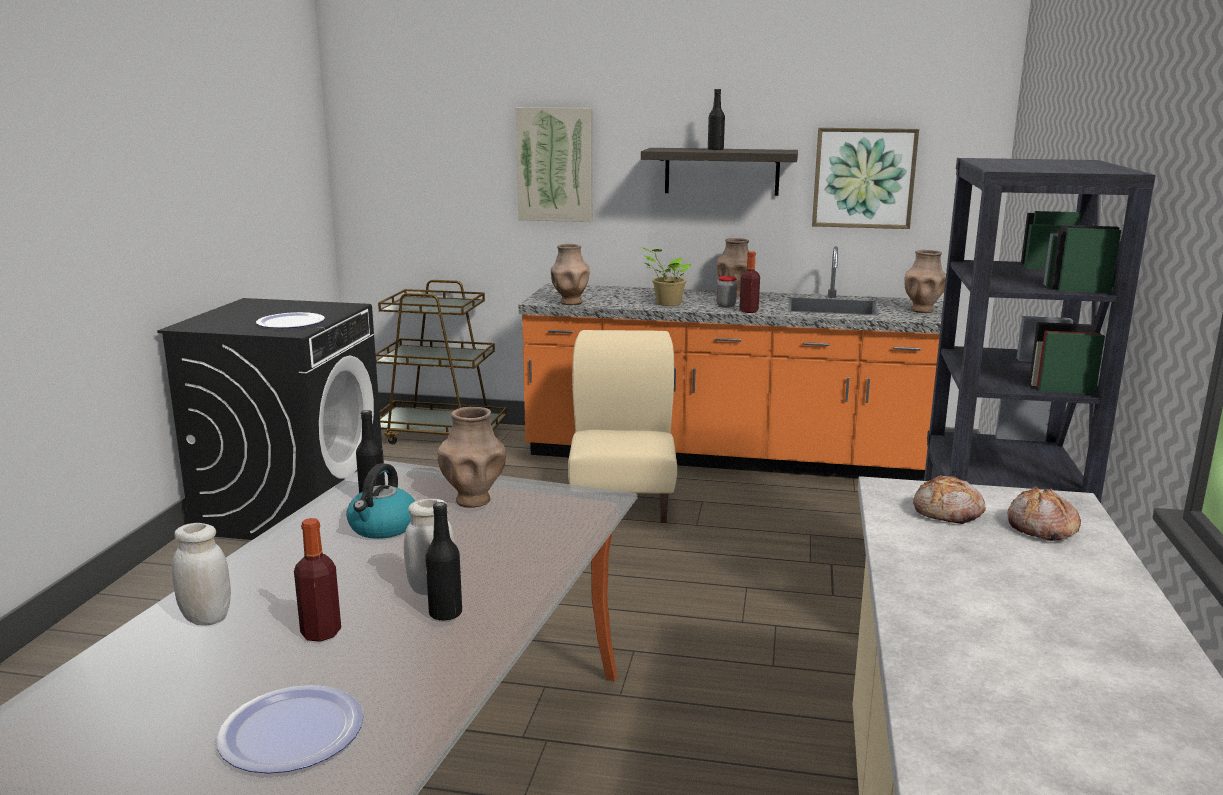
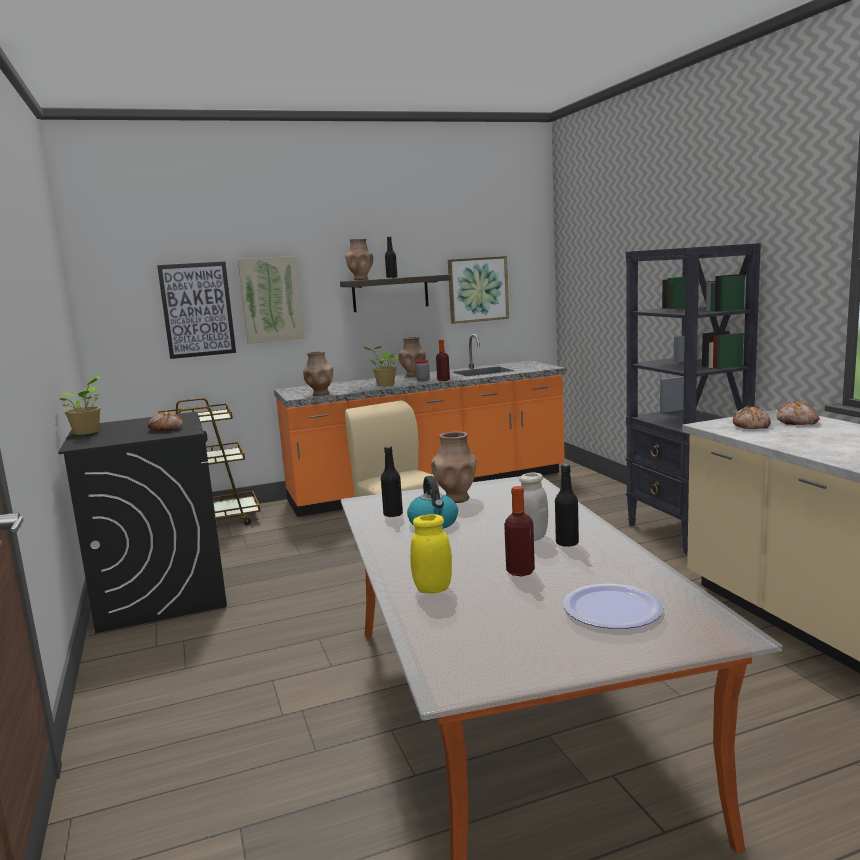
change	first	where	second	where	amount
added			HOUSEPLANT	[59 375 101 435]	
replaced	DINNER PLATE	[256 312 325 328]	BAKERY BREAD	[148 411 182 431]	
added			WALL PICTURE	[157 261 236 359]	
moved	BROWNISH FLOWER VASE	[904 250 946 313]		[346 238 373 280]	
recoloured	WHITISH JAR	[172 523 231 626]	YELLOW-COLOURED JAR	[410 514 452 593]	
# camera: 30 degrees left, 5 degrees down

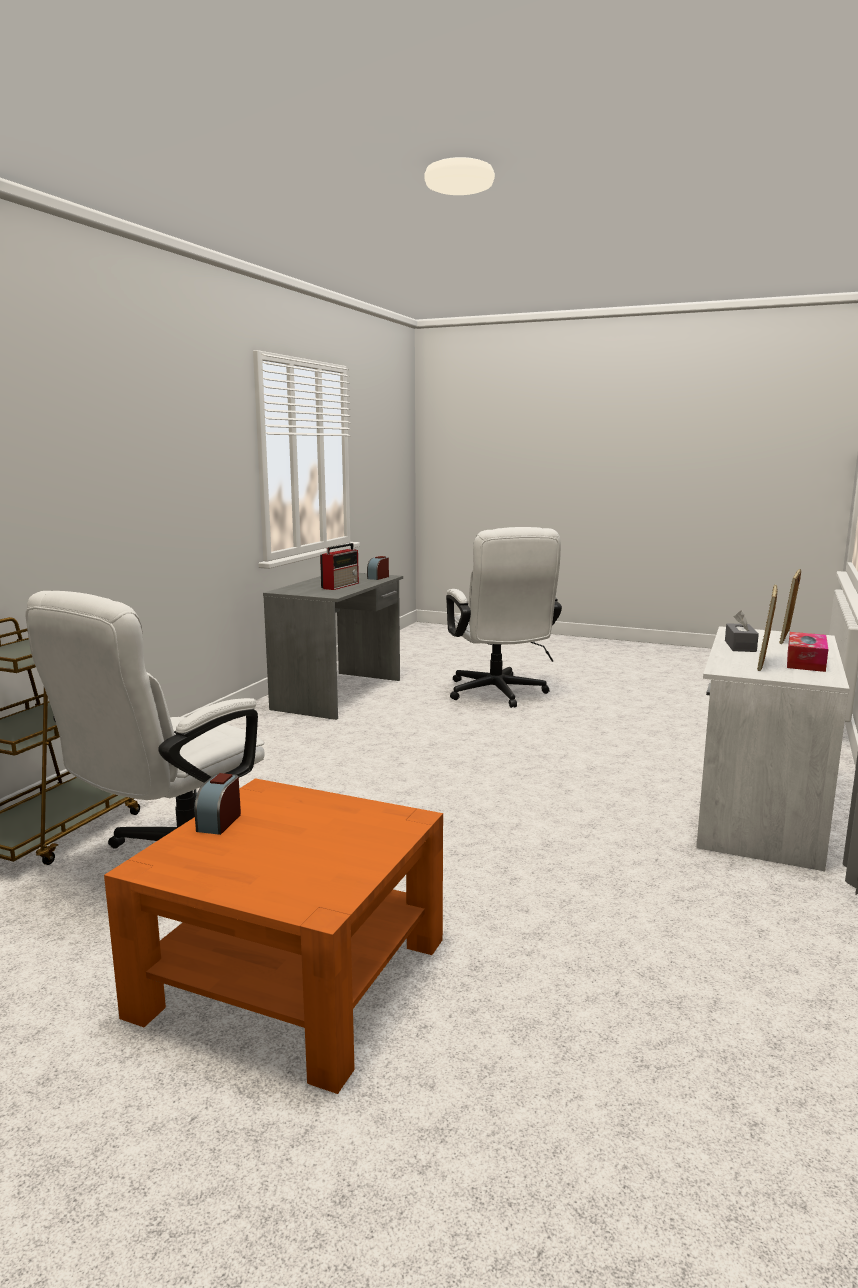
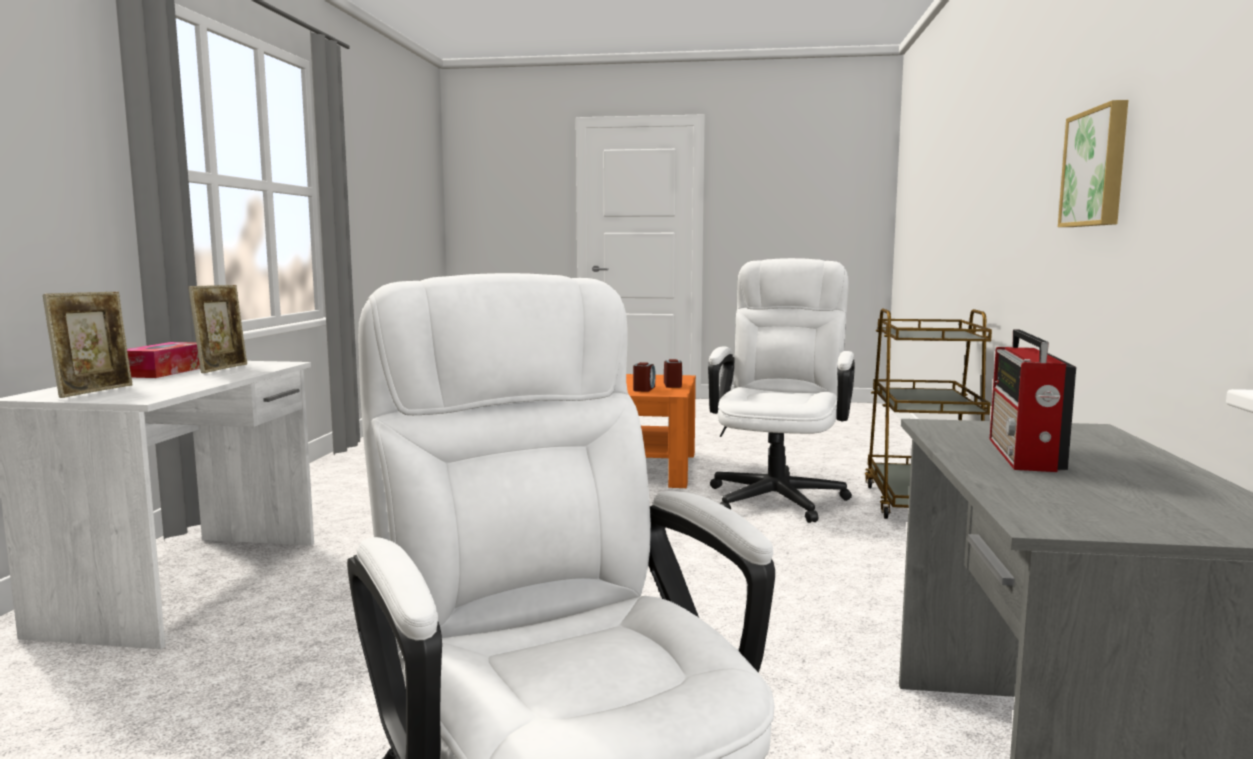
change	first	where	second	where	amount
moved	ALARM CLOCK	[367 556 389 580]		[633 362 656 392]	
added			WALL PICTURE	[1058 100 1128 227]	
removed	GREY TISSUE BOX	[725 610 759 652]			
# camera: 165 degrees right, 5 degrees down

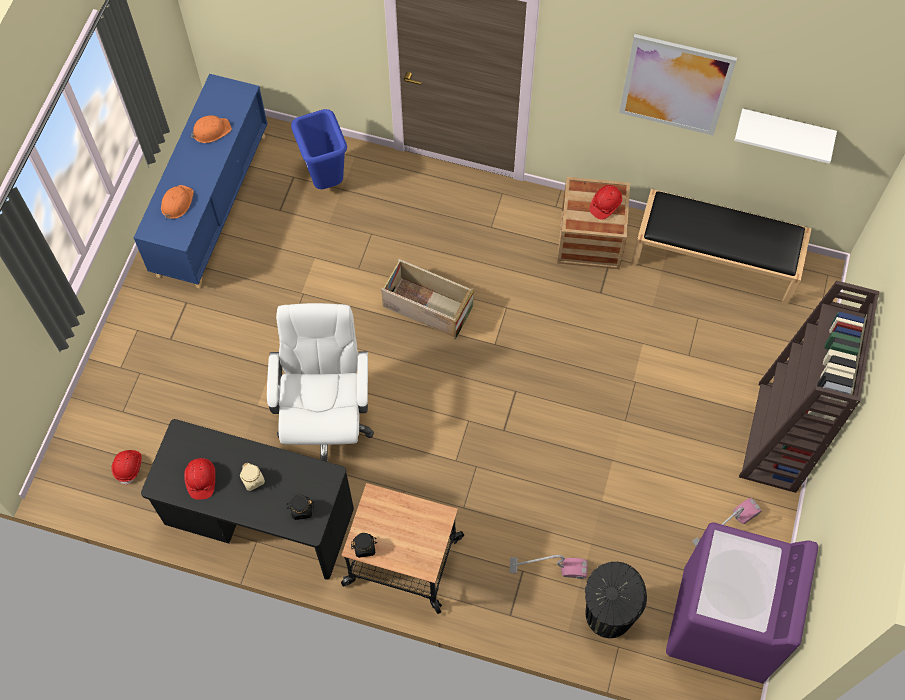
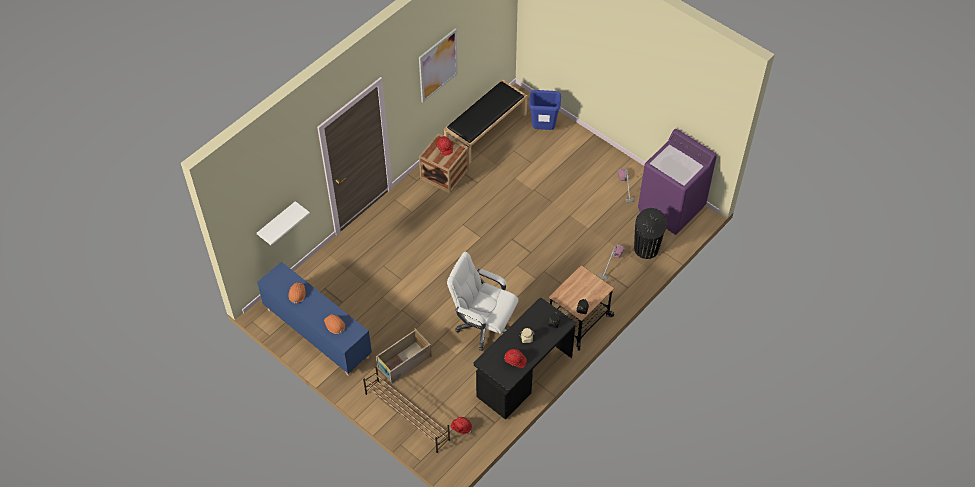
change	first	where	second	where	amount
moved	WHITISH SHELF	[734 109 837 164]		[257 201 310 245]	
added			BROWNISH SHOE STAND	[363 367 450 453]	
moved	SHIPPING CRATE	[381 259 474 340]		[376 328 432 384]	
moved	BLUE-COLOURED RUBBISH BIN	[291 109 347 189]		[529 90 561 130]	
removed	BROWNISH BOOKSHELF	[739 281 880 493]			
# camera: 65 degrees left, 10 degrees down

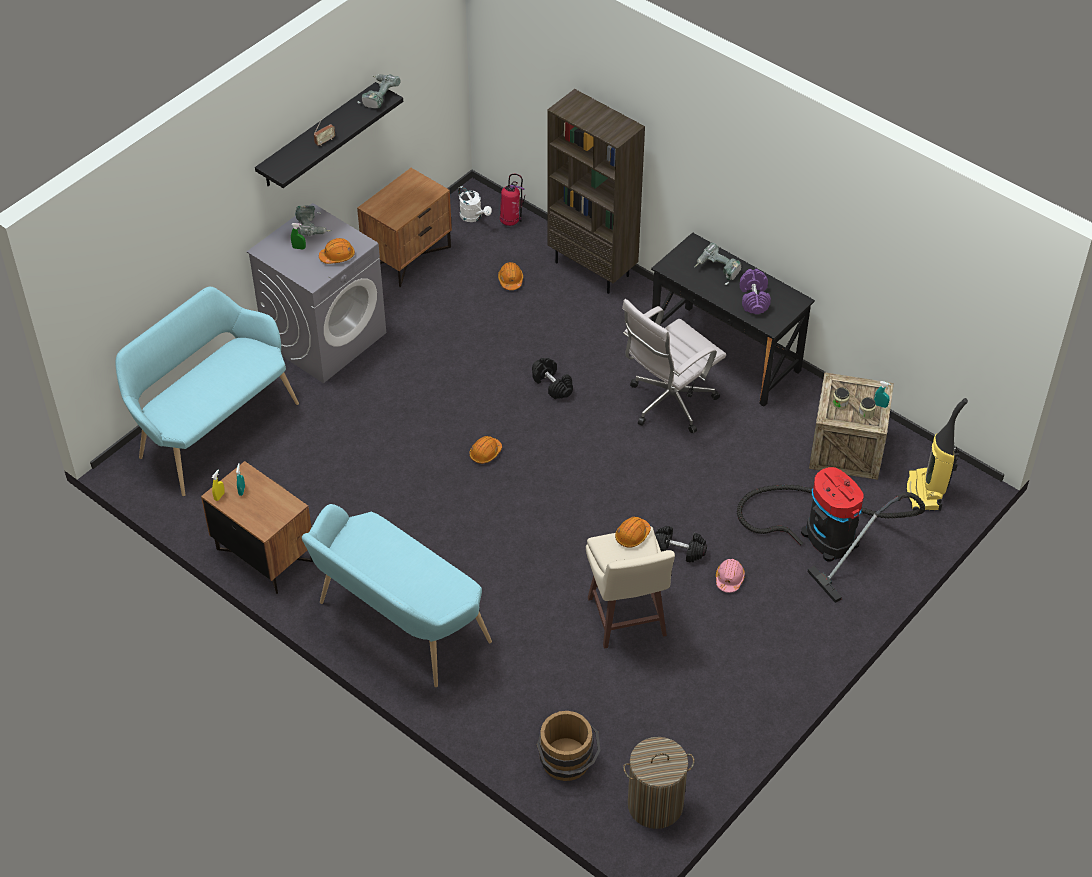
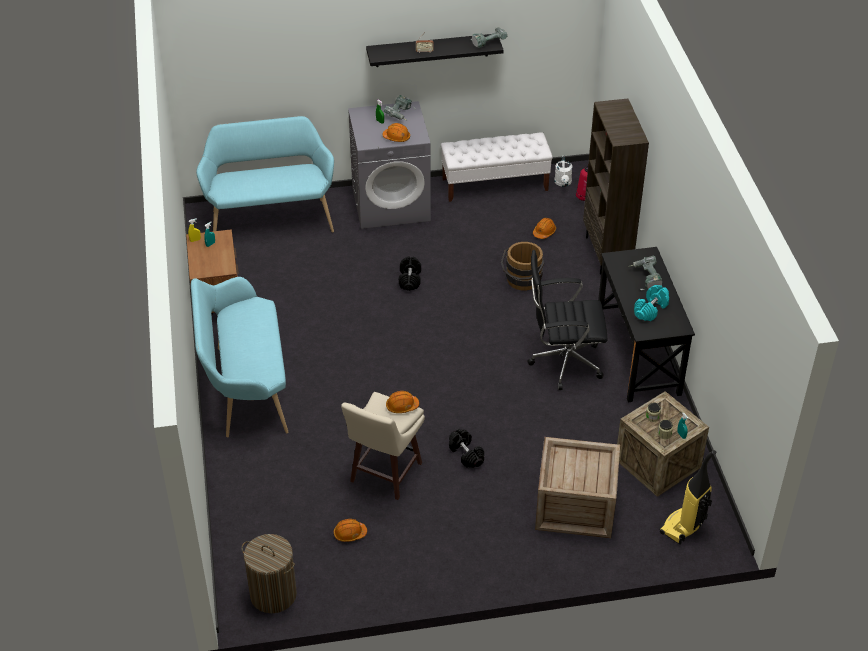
change	first	where	second	where	amount
moved	ORANGEY SAFETY HELMET	[469 436 502 464]		[334 519 367 542]	
moved	BLACKISH HAND WEIGHT	[532 358 573 399]		[399 256 421 291]	
replaced	BROWNISH BEDSIDE TABLE	[357 168 452 287]	WHITISH BENCH	[441 132 553 202]	
moved	BROWNISH PAIL	[537 711 601 781]		[501 242 544 291]	
recoloured	WHITISH OFFICE CHAIR	[622 299 726 434]	BLACKISH OFFICE CHAIR	[527 250 608 390]	
replaced	VACUUM	[737 467 925 603]	SHIPPING CRATE	[535 437 620 538]	
recoloured	PURPLE-COLOURED HAND WEIGHT	[740 269 771 314]	BLUE-GREEN HAND WEIGHT	[634 285 669 321]	
removed	PINKISH SAFETY HELMET	[716 559 745 593]			
# camera: 40 degrees right, 5 degrees down

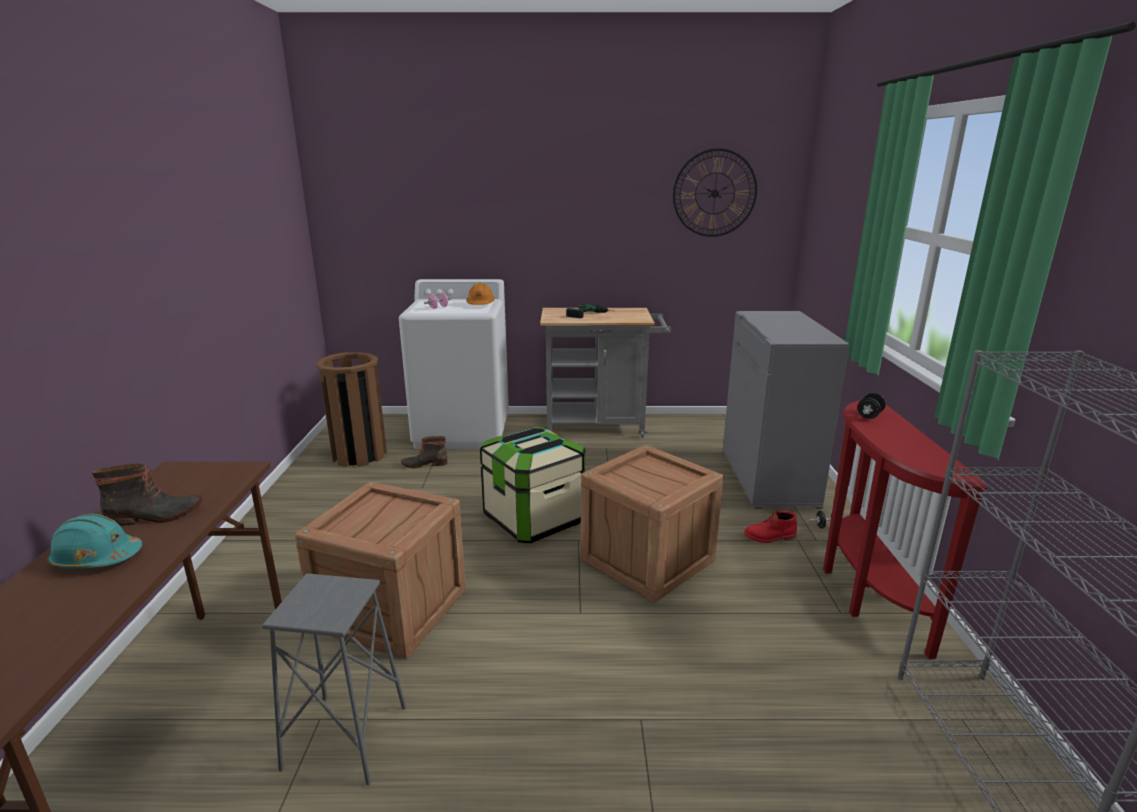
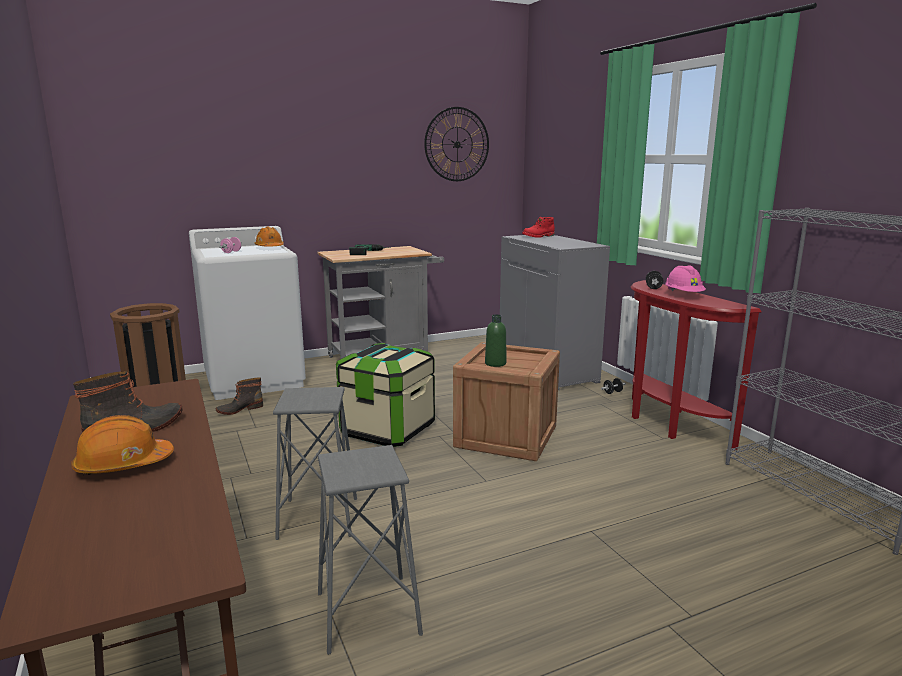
change	first	where	second	where	amount
recoloured	BLUE-GREEN SAFETY HELMET	[47 514 142 569]	ORANGEY SAFETY HELMET	[71 415 174 475]	
replaced	SHIPPING CRATE	[295 482 466 659]	GREY SITTING STOOL	[273 387 357 540]	
added			GREEN BOTTLE	[485 314 507 367]	
moved	RED HIGH-TOP BOOT	[744 511 797 543]		[522 217 555 238]	
added			PINKISH SAFETY HELMET	[665 265 706 292]	
# camera: 25 degrees left, 5 degrees down

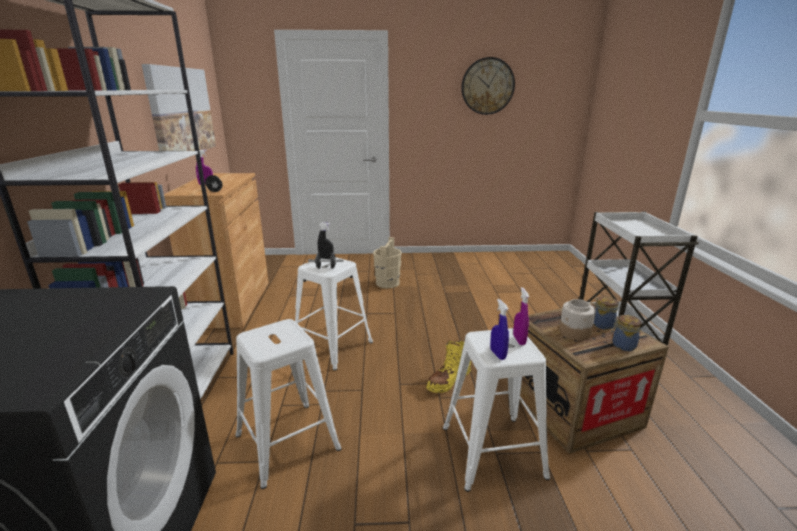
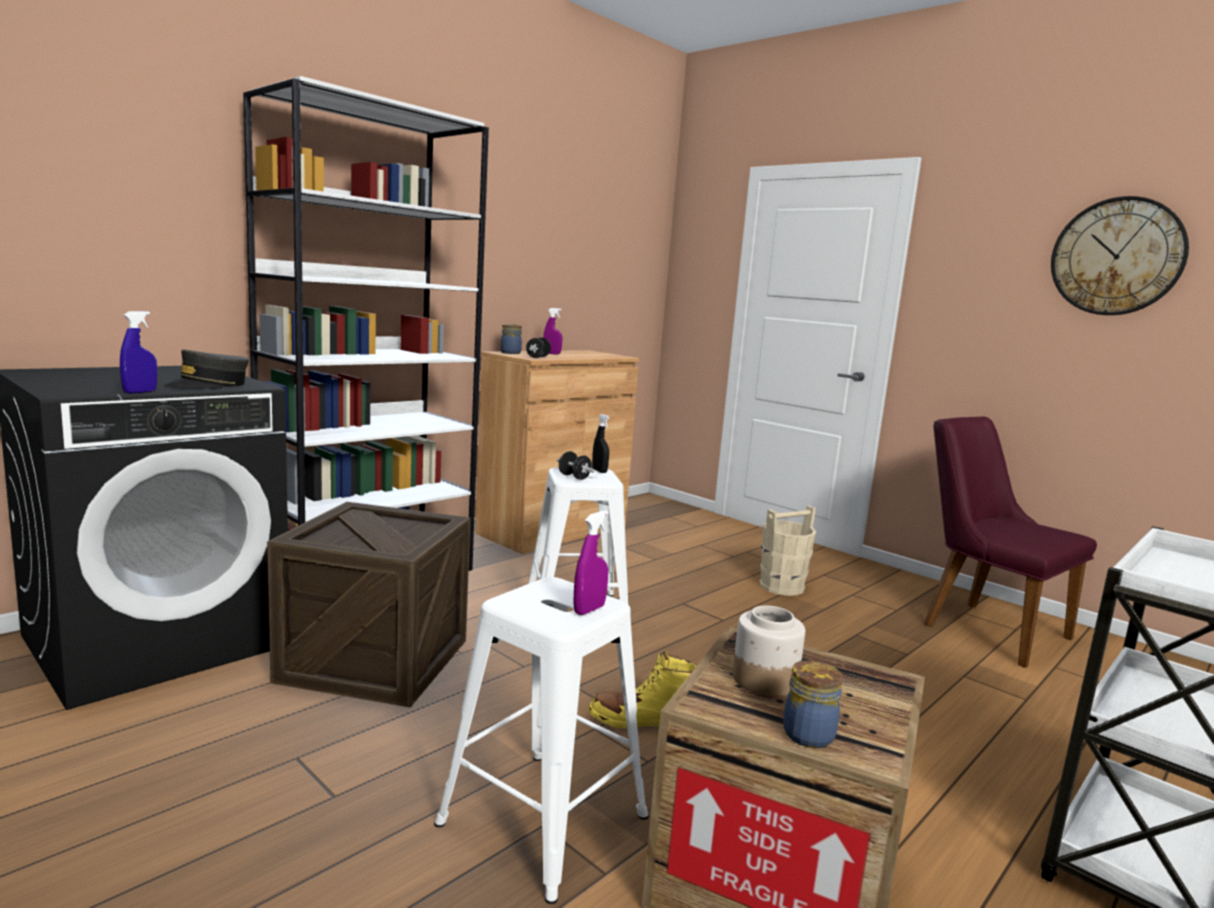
change	first	where	second	where	amount
moved	BLUE-COLOURED SPRAY BOTTLE	[490 299 509 360]		[120 311 157 394]	
added			GREY CAP	[163 350 249 389]	
replaced	WHITISH SITTING STOOL	[236 319 342 489]	SHIPPING CRATE	[267 502 470 708]	
moved	JAR	[594 296 619 330]		[501 324 522 354]	
added			PURPLE-COLOURED UPRIGHT CHAIR	[924 417 1097 668]	
removed	WALL PICTURE	[142 64 216 151]			
# camera: 45 degrees right, 10 degrees down

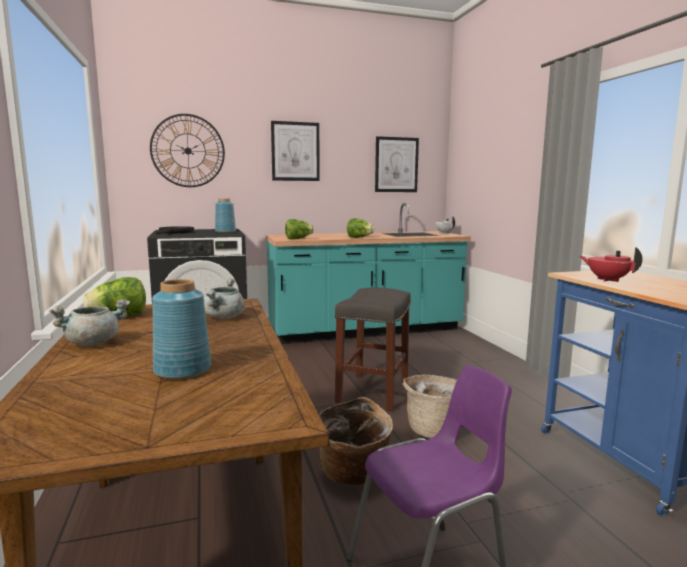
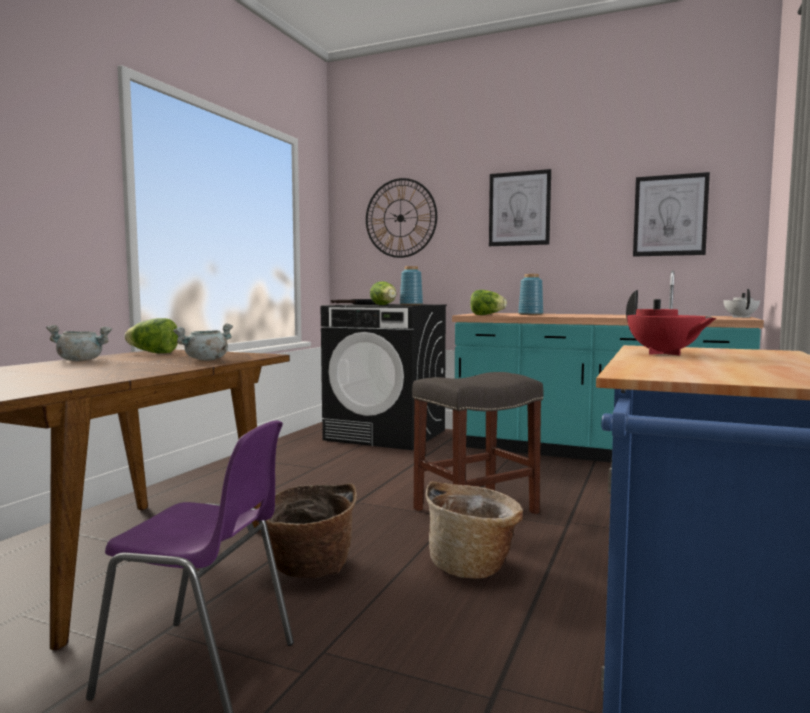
change	first	where	second	where	amount
moved	LETTUCE HEAD	[347 218 374 238]		[370 281 397 305]	
moved	BLUE-COLOURED FLOWER VASE	[152 279 211 380]		[518 274 544 315]	
turned	RED TEAPOT	[580 247 642 282]		[626 290 716 355]	150 degrees clockwise
# camera: 40 degrees right, 5 degrees down

